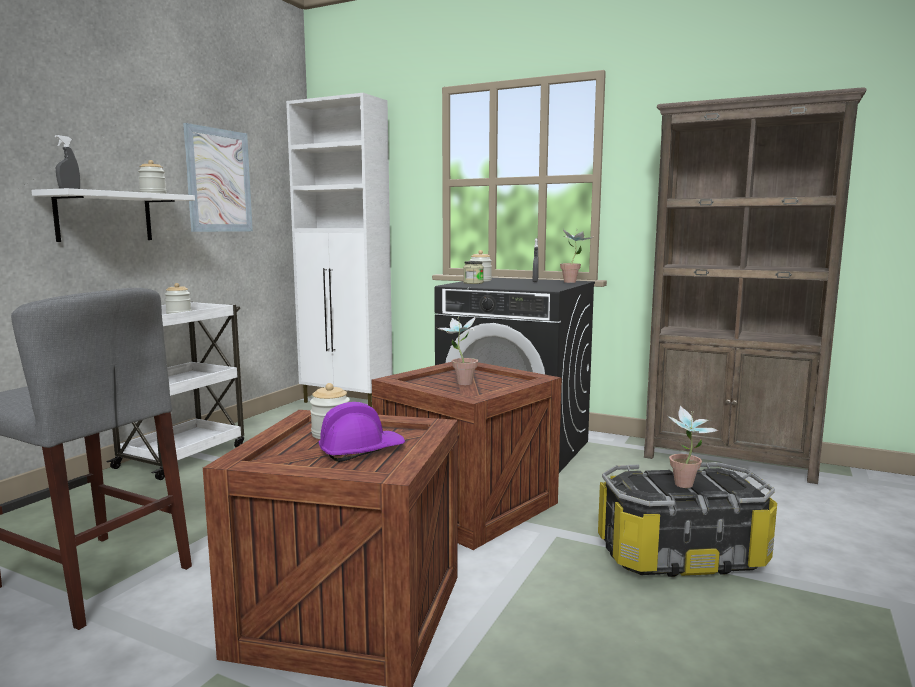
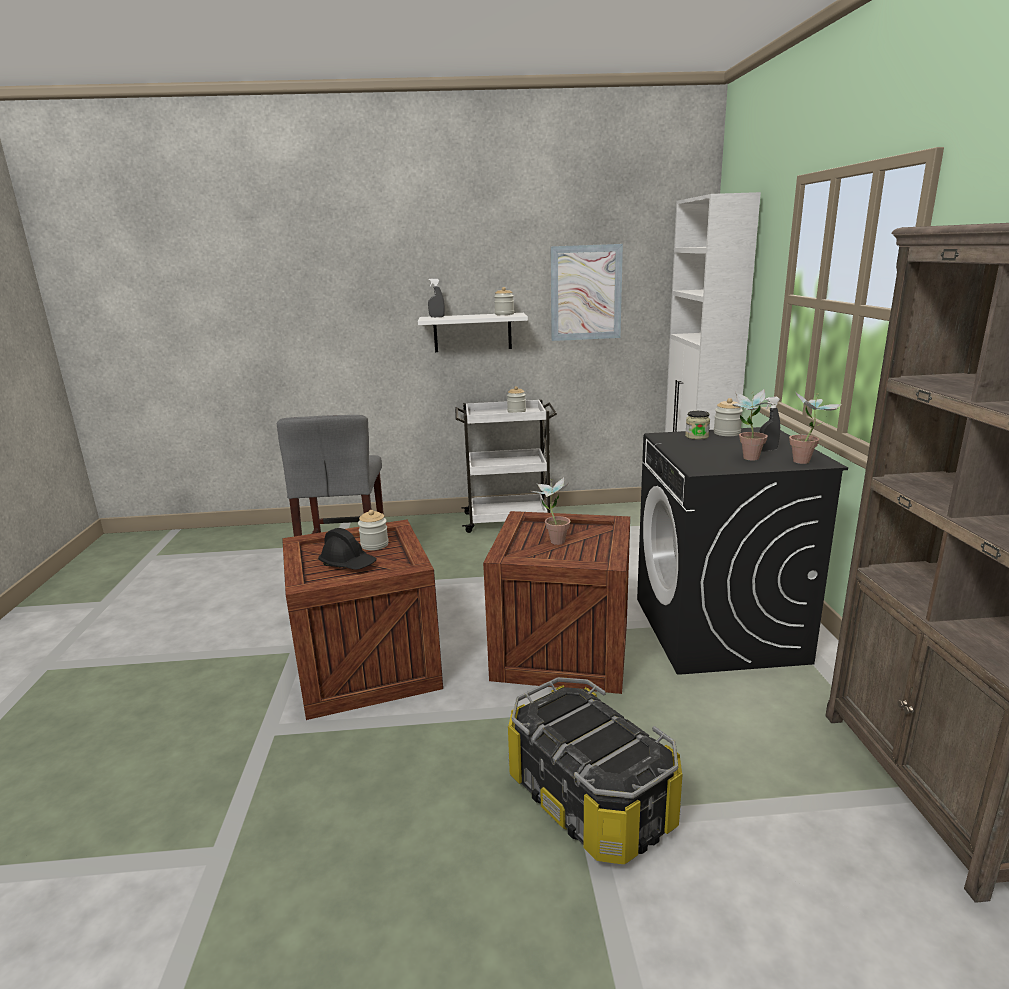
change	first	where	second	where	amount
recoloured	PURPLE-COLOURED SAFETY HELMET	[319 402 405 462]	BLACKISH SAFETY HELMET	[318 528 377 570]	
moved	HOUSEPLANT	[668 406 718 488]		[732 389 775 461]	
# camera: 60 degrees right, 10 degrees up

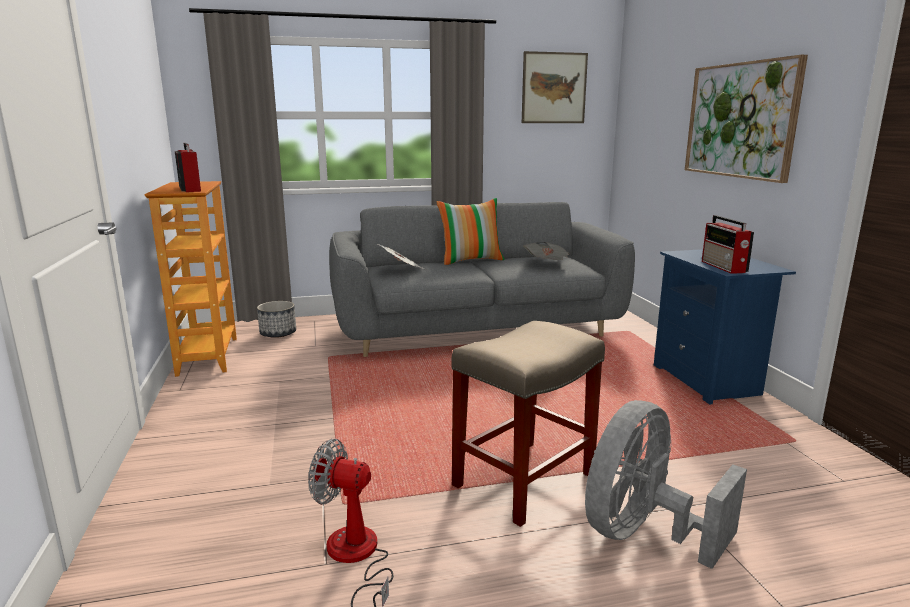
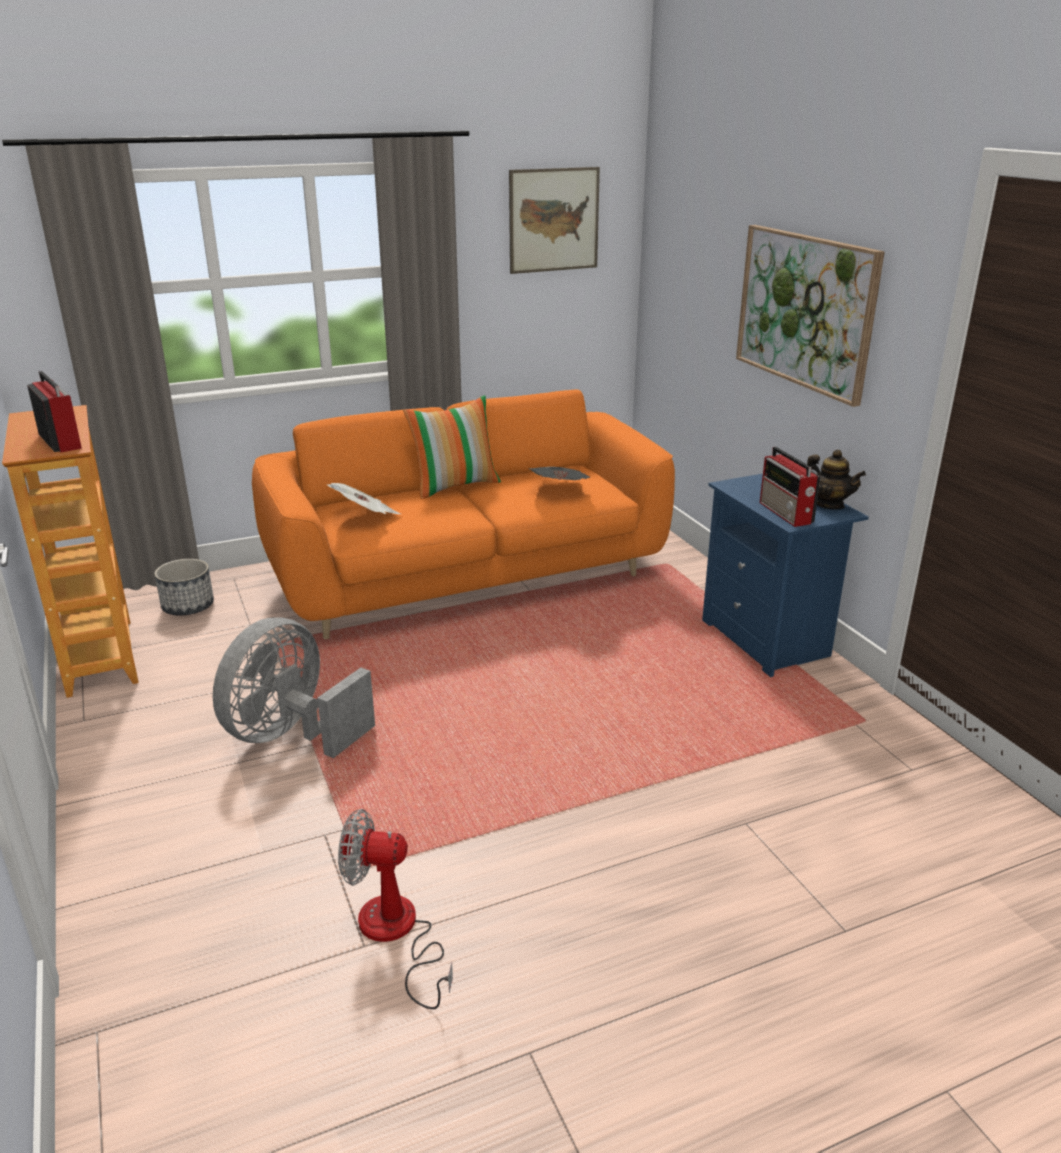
change	first	where	second	where	amount
moved	GREY FAN	[585 400 747 569]		[213 618 375 758]	
recoloured	GREY COUCH	[329 202 635 357]	ORANGEY COUCH	[252 390 675 639]	
added			TEAPOT	[807 450 866 510]	
removed	BEIGE SITTING STOOL	[451 321 605 527]			
# camera: 10 degrees left, 10 degrees up

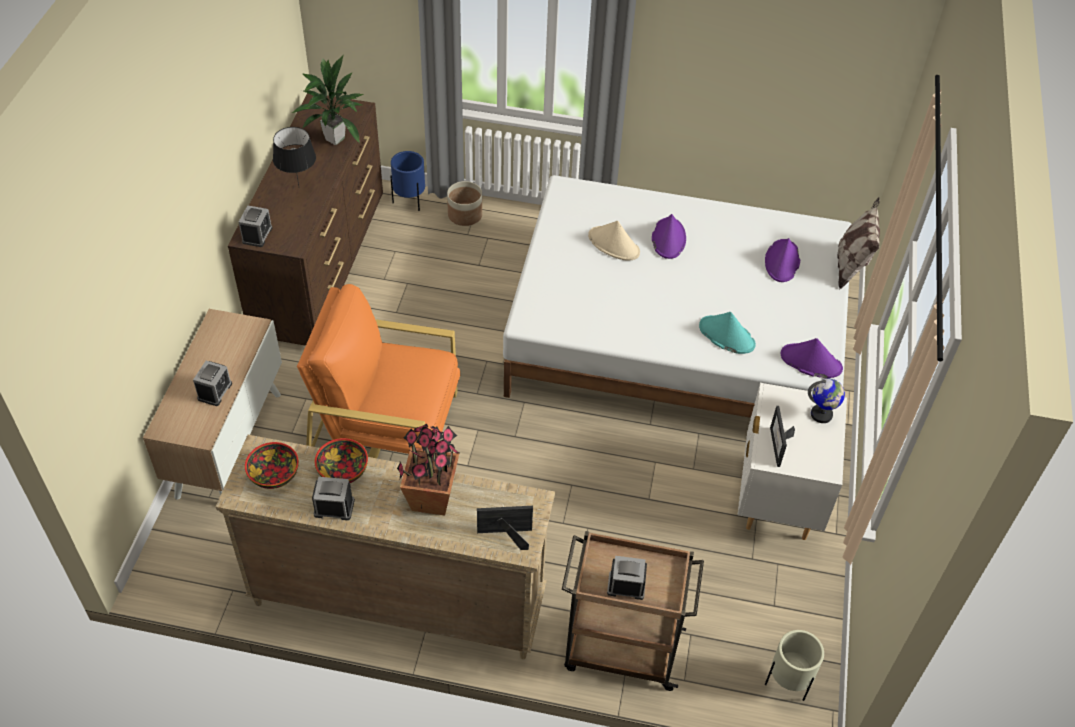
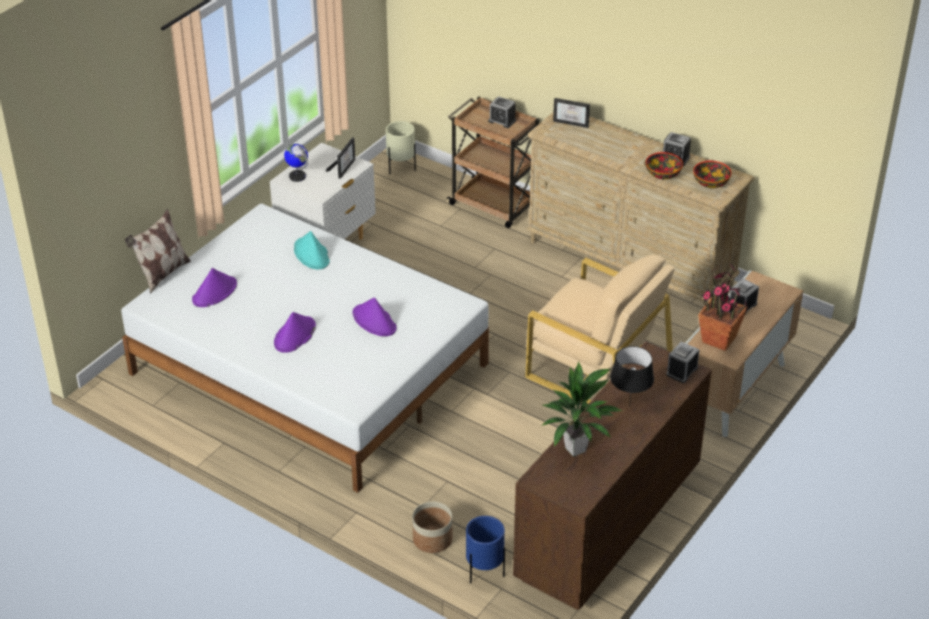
change	first	where	second	where	amount
moved	PURPLE-COLOURED CLOTHING HAT	[781 338 843 378]		[352 297 397 336]	
recoloured	ORANGEY LOUNGE CHAIR	[297 284 460 458]	BEIGE LOUNGE CHAIR	[525 254 675 404]	
moved	HOUSEPLANT	[397 424 461 515]		[698 264 748 351]	
removed	BEIGE CLOTHING HAT	[588 220 640 261]			
# camera: 155 degrees left, 10 degrees down

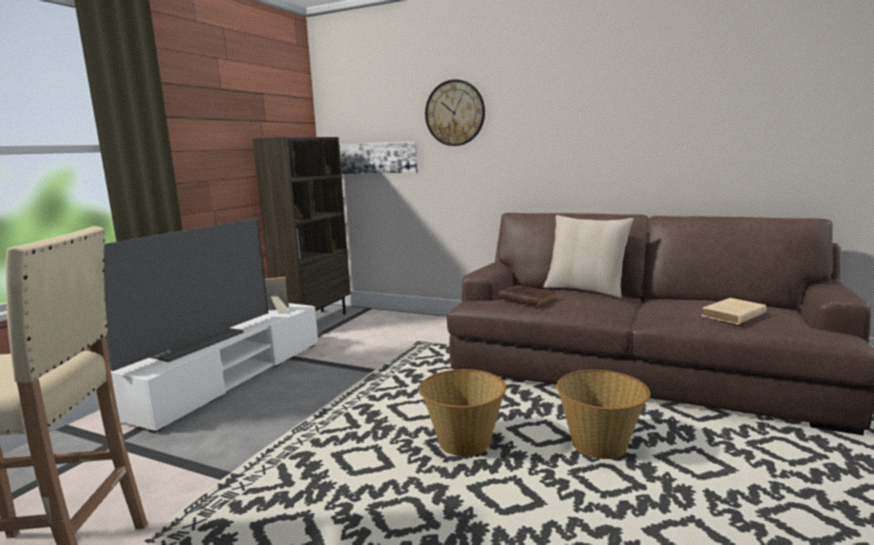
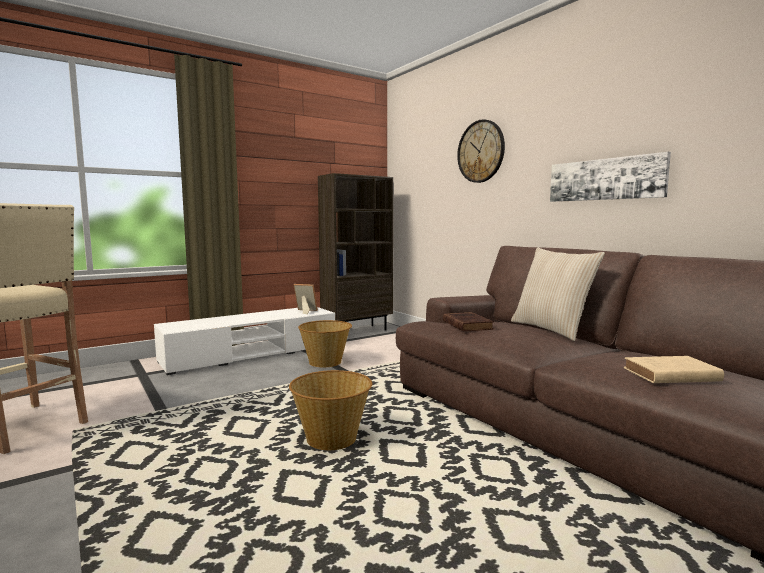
change	first	where	second	where	amount
moved	HOUSEHOLD BASKET	[557 370 650 459]		[298 320 352 367]	
moved	WALL PICTURE	[339 141 418 174]		[550 152 671 202]	
removed	TELEVISION	[104 218 268 371]			
# camera: 30 degrees right, 5 degrees down

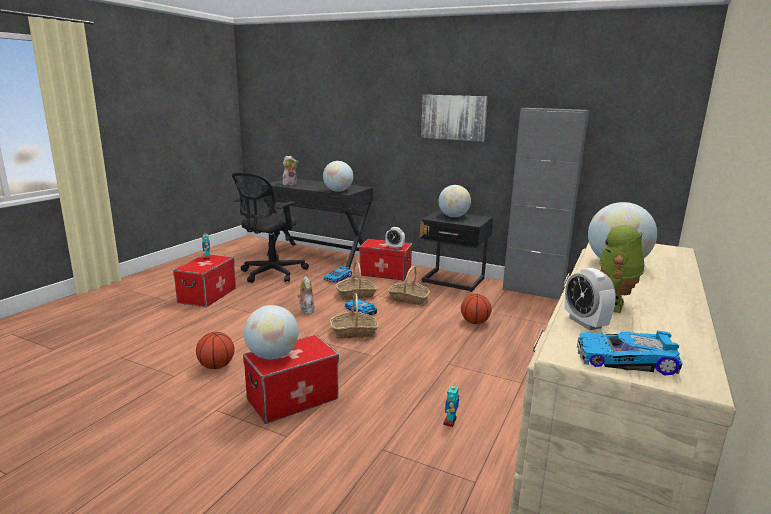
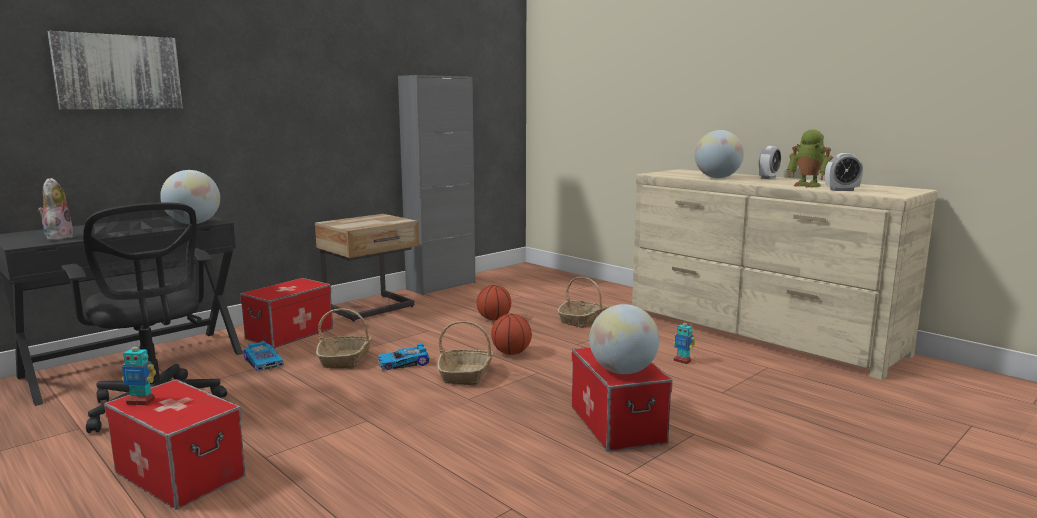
change	first	where	second	where	amount
moved	WALL PICTURE	[421 95 488 142]		[48 31 183 110]	
recoloured	BLACKISH BEDSIDE TABLE	[420 210 493 292]	BEIGE BEDSIDE TABLE	[315 214 419 322]	
moved	BASKETBALL	[196 332 235 369]		[491 314 532 355]	
moved	HOUSEHOLD BASKET	[388 266 430 305]		[557 277 610 328]	
moved	ALARM CLOCK	[385 227 405 249]		[759 146 781 179]	
removed	SOFT TOY	[298 276 315 314]			
removed	GLOBE	[438 185 471 217]			
removed	TOY CAR	[577 330 683 376]			
# camera: 70 degrees left, 5 degrees down

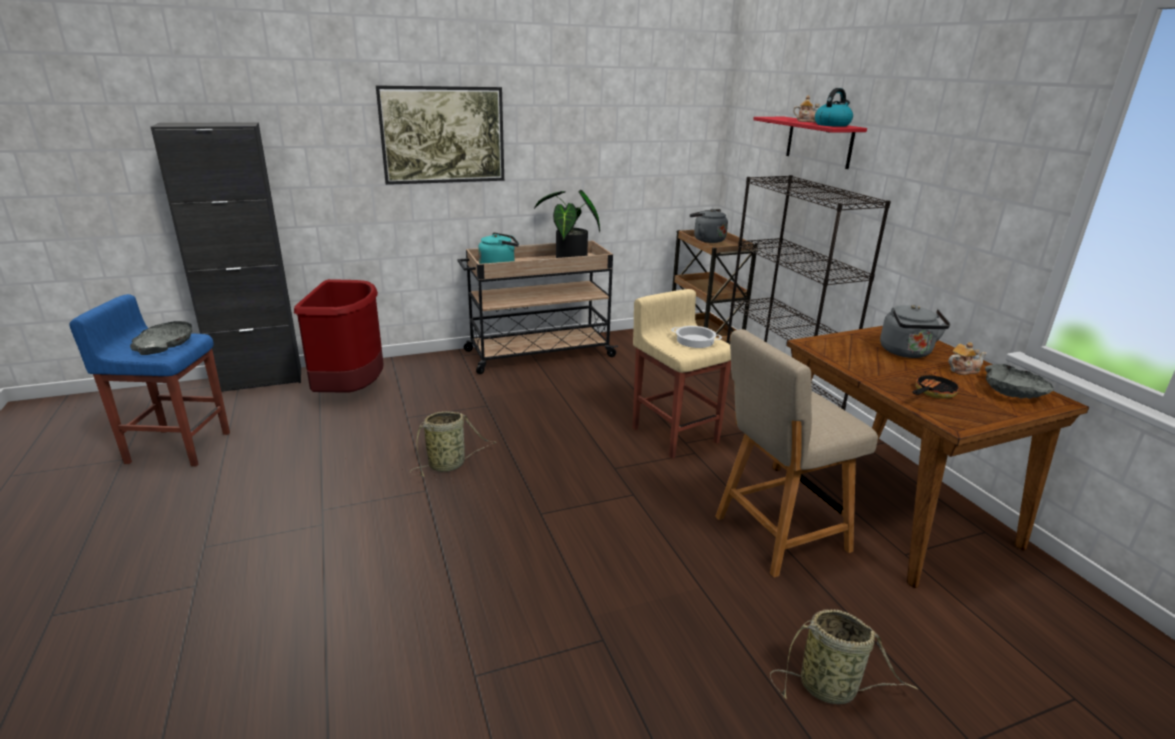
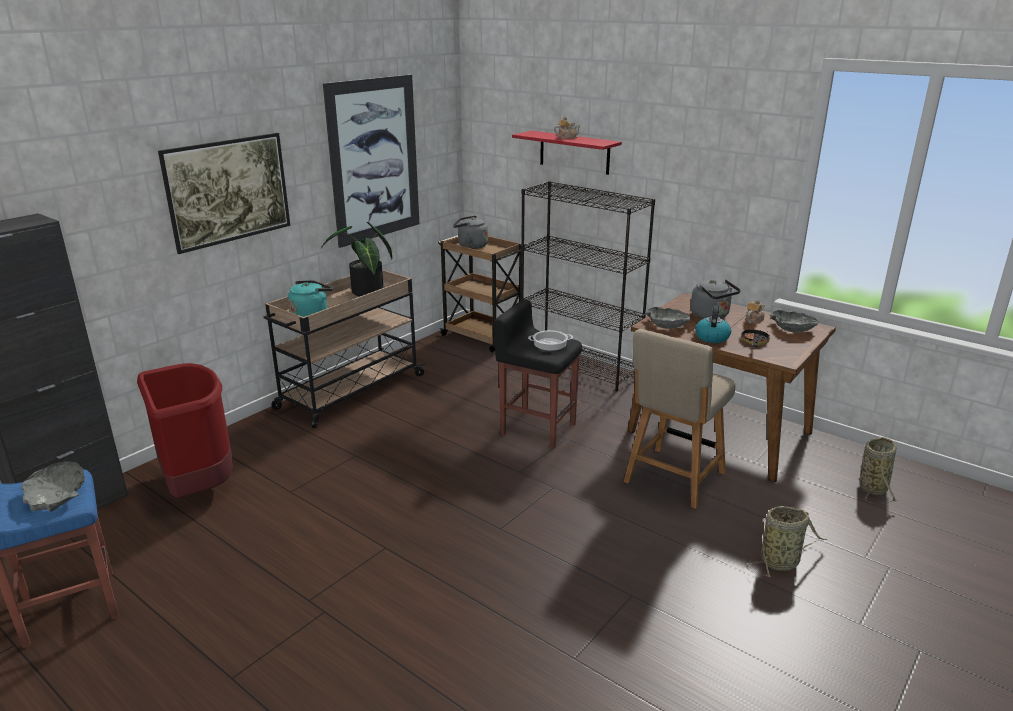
change	first	where	second	where	amount
added			WALL PICTURE	[323 75 419 248]	
recoloured	BEIGE SITTING STOOL	[632 289 731 459]	BLACKISH SITTING STOOL	[493 300 582 449]	
added			GREY SERVING BOWL	[645 307 691 329]	
moved	KETTLE	[815 88 853 127]		[695 306 731 343]	
moved	HOUSEHOLD BASKET	[410 411 497 477]		[859 437 898 504]	
# camera: 30 degrees left, 0 degrees up

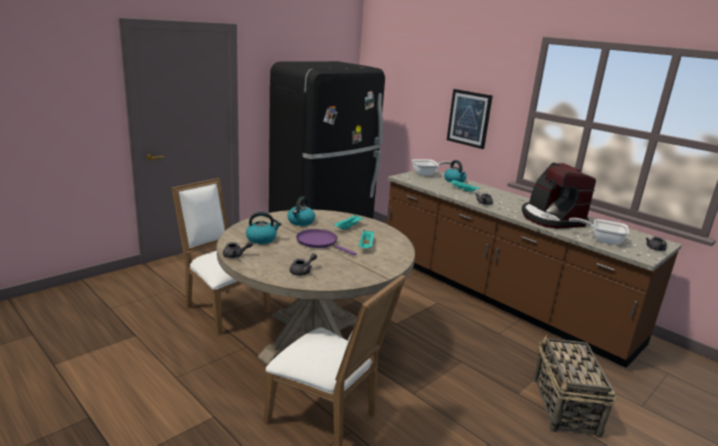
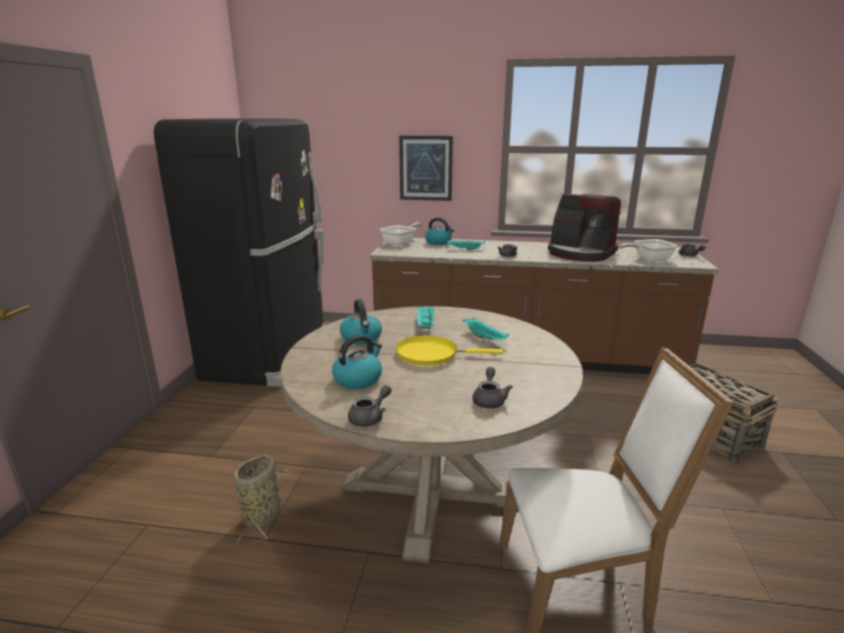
change	first	where	second	where	amount
replaced	WHITISH UPRIGHT CHAIR	[172 178 270 335]	HOUSEHOLD BASKET	[234 455 287 546]	
recoloured	PURPLE-COLOURED PAN	[296 229 356 255]	YELLOW-COLOURED PAN	[396 335 503 365]	
# camera: 35 degrees left, 0 degrees up

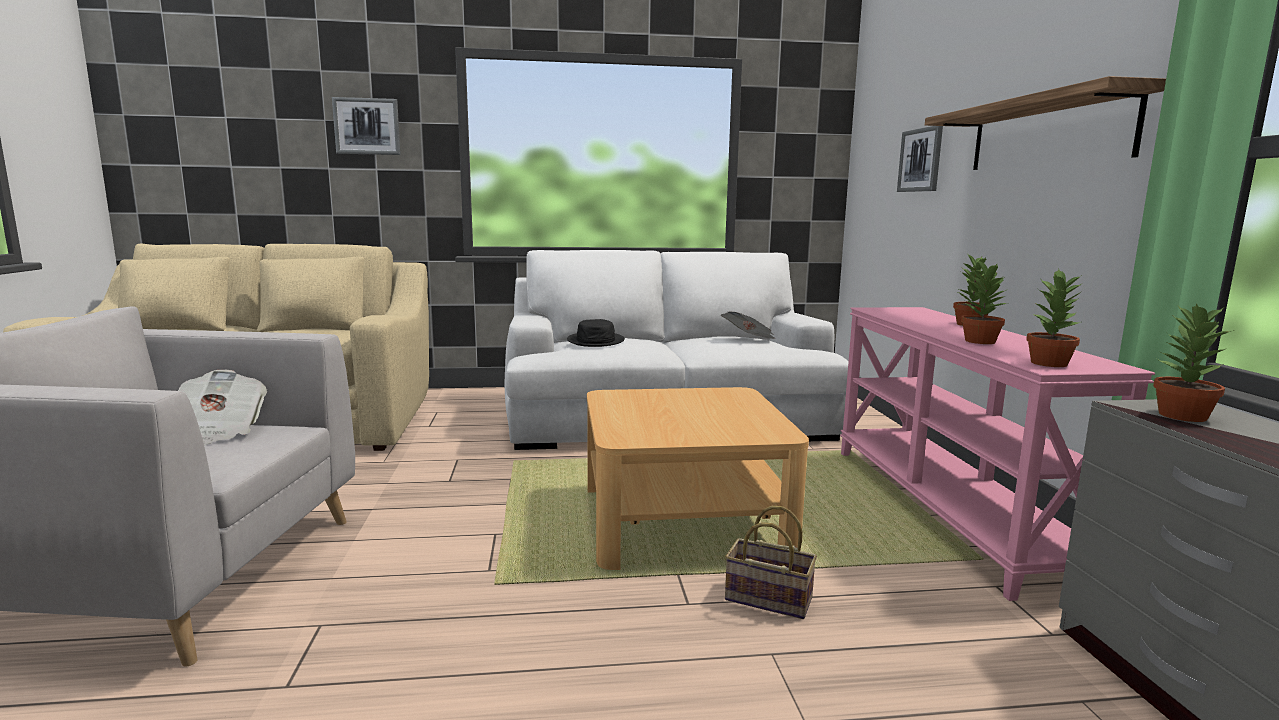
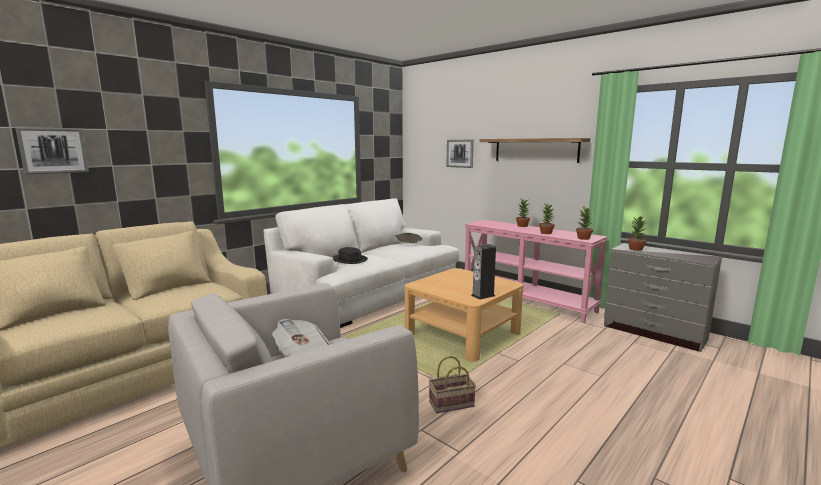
change	first	where	second	where	amount
moved	WALL PICTURE	[332 97 401 155]		[15 127 89 175]	
moved	HOUSEHOLD BASKET	[725 506 817 619]		[429 356 476 413]	
added			SPEAKER	[471 244 496 300]	
# camera: 40 degrees left, 0 degrees up

